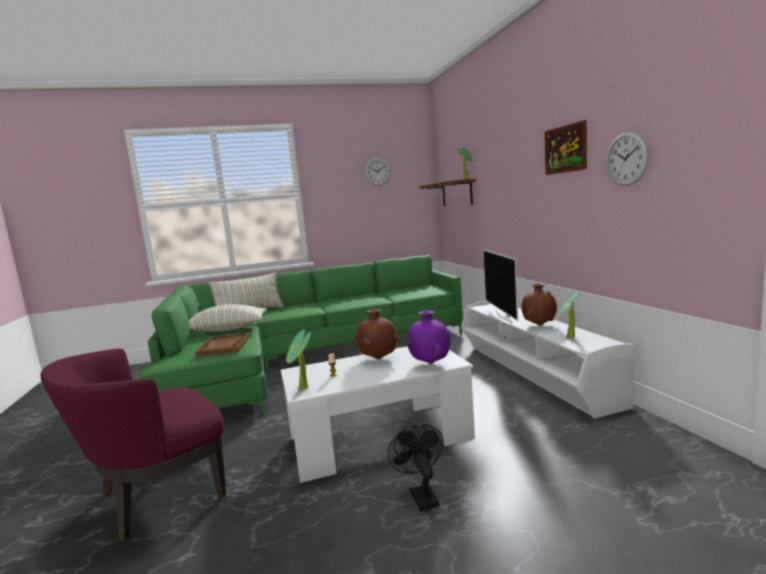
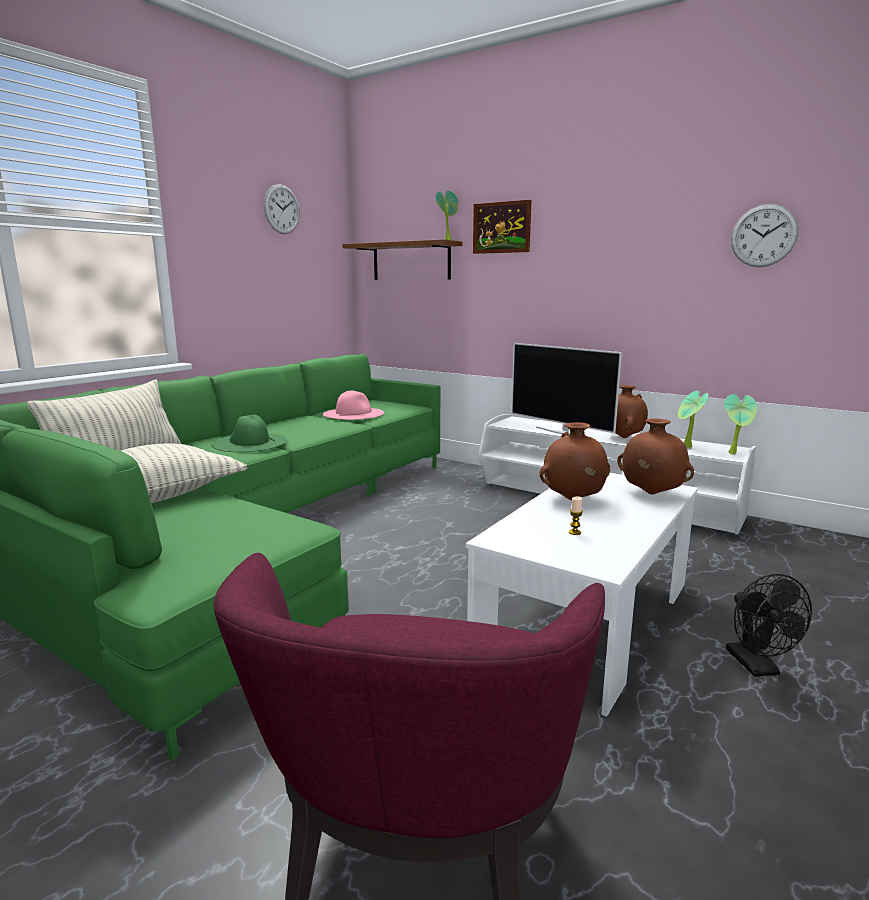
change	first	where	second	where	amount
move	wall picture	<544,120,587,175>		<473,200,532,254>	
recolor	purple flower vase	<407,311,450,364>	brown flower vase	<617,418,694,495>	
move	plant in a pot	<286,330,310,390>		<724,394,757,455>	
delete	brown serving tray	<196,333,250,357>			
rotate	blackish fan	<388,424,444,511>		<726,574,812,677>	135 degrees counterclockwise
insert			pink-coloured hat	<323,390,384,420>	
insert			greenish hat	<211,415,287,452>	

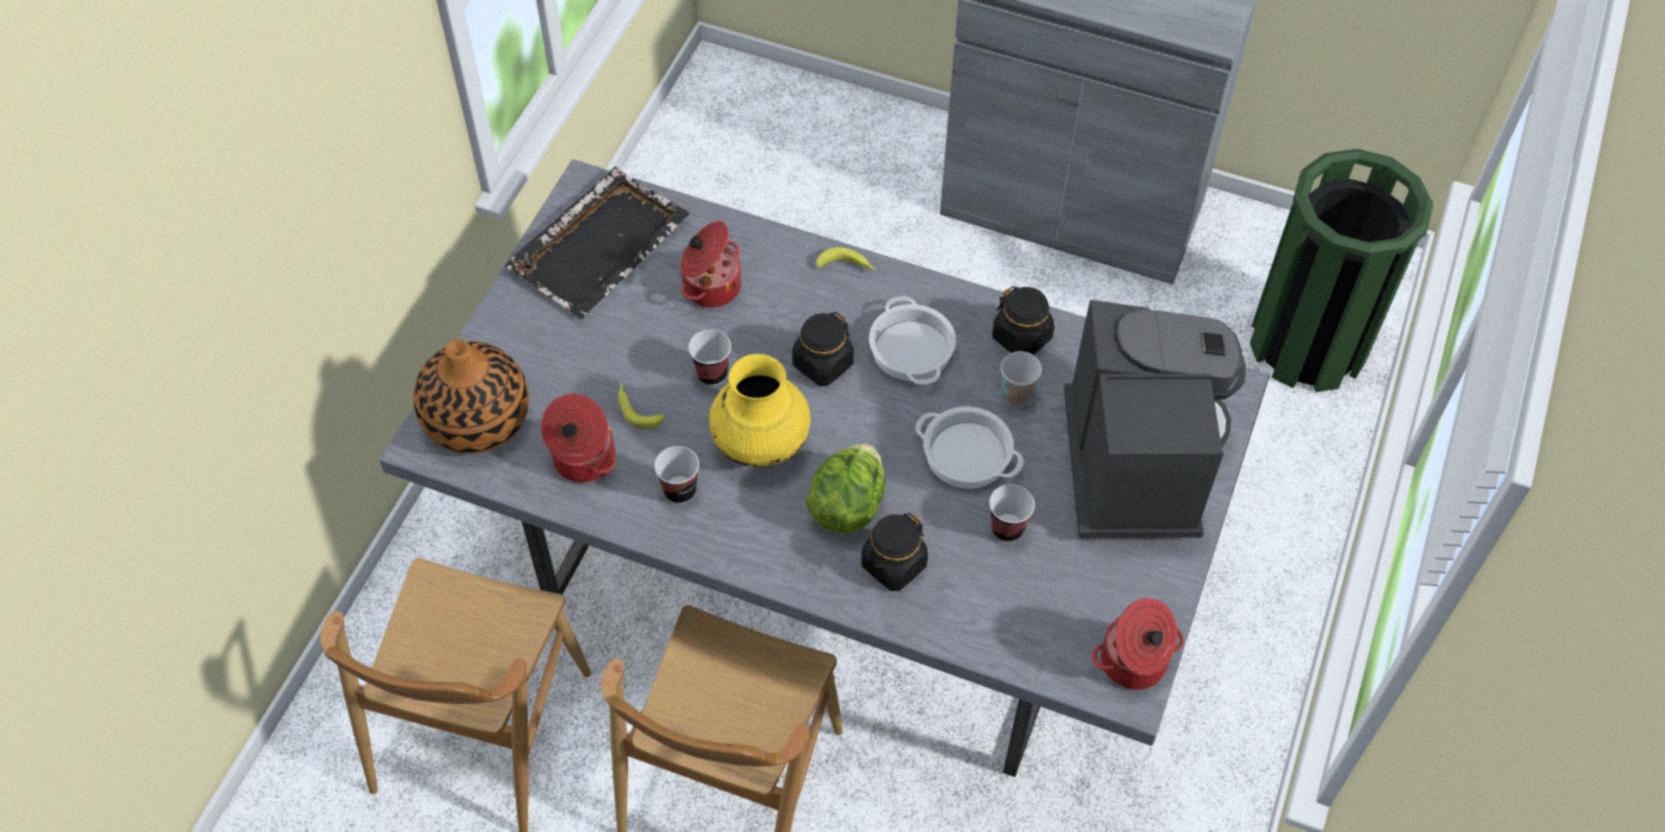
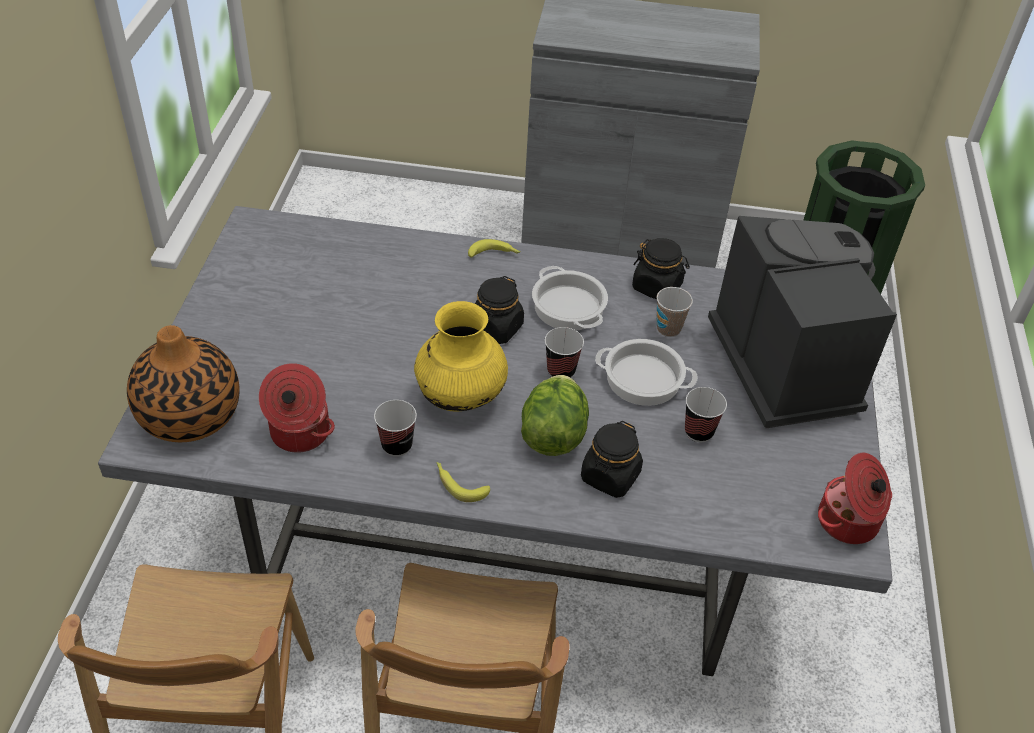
change	first	where	second	where	amount
delete	blackish serving tray	<505,167,690,319>			
delete	stockpot	<681,221,741,308>			
move	cup	<689,330,731,386>		<545,327,584,378>	
move	banana	<619,383,664,429>		<436,462,490,502>	

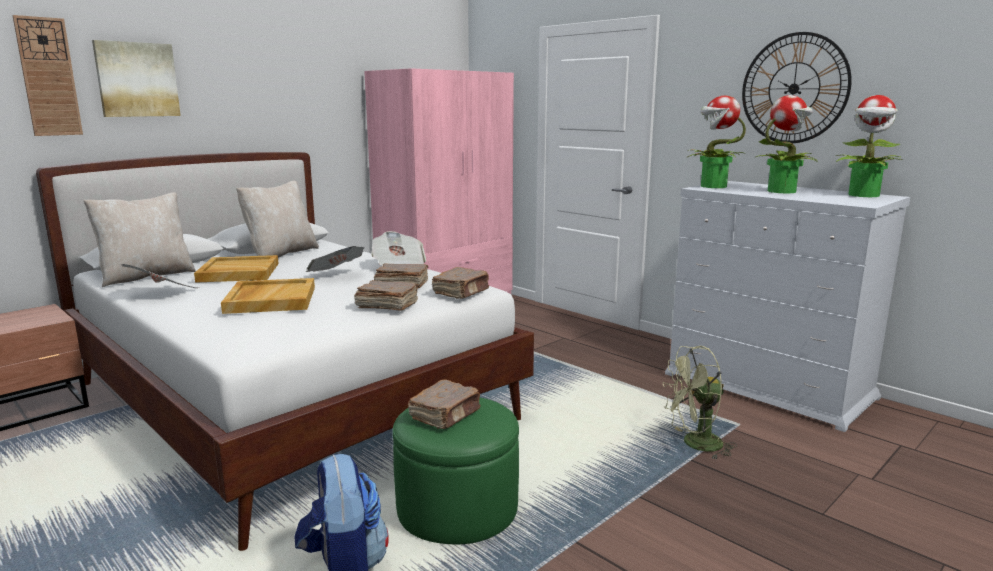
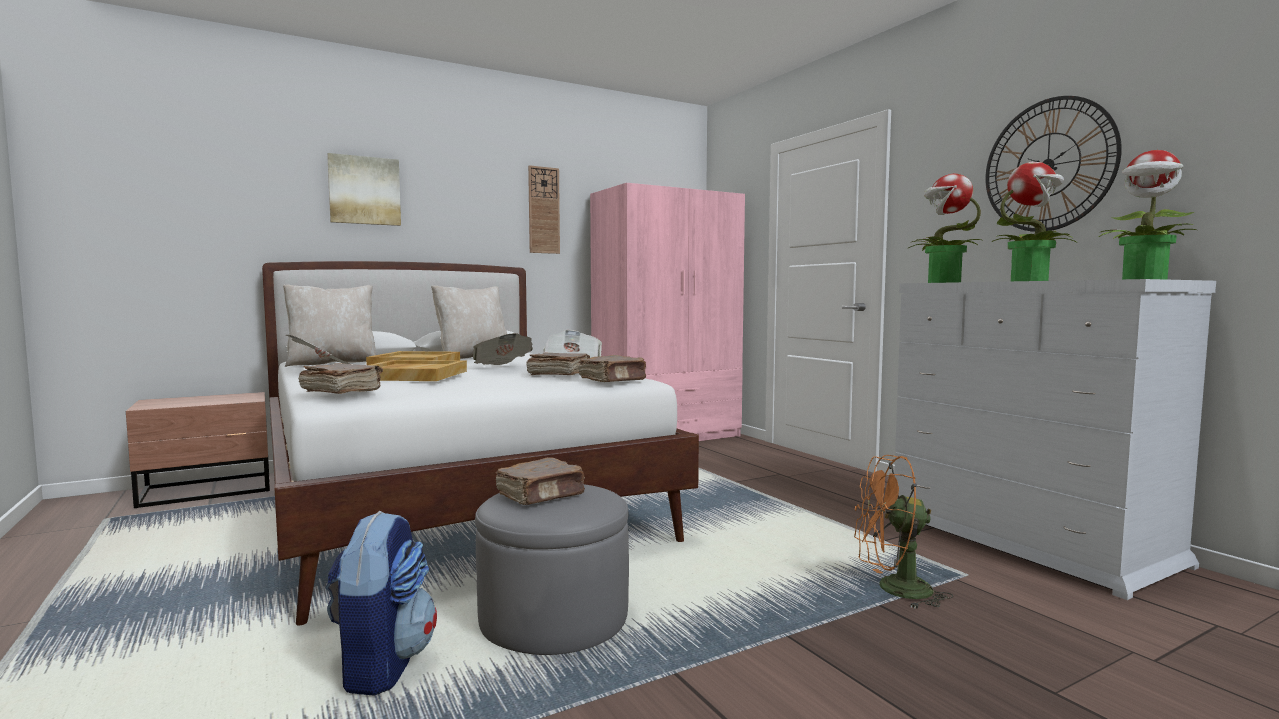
change	first	where	second	where	amount
move	wall clock	<12,15,83,136>		<528,165,560,254>	
move	brown bound book	<354,280,419,311>		<298,363,383,394>	
recolor	greenish fan	<663,346,737,460>	orange-coloured fan	<854,455,953,609>	
recolor	greenish pouffe	<392,398,519,544>	gray pouffe	<475,484,629,655>	

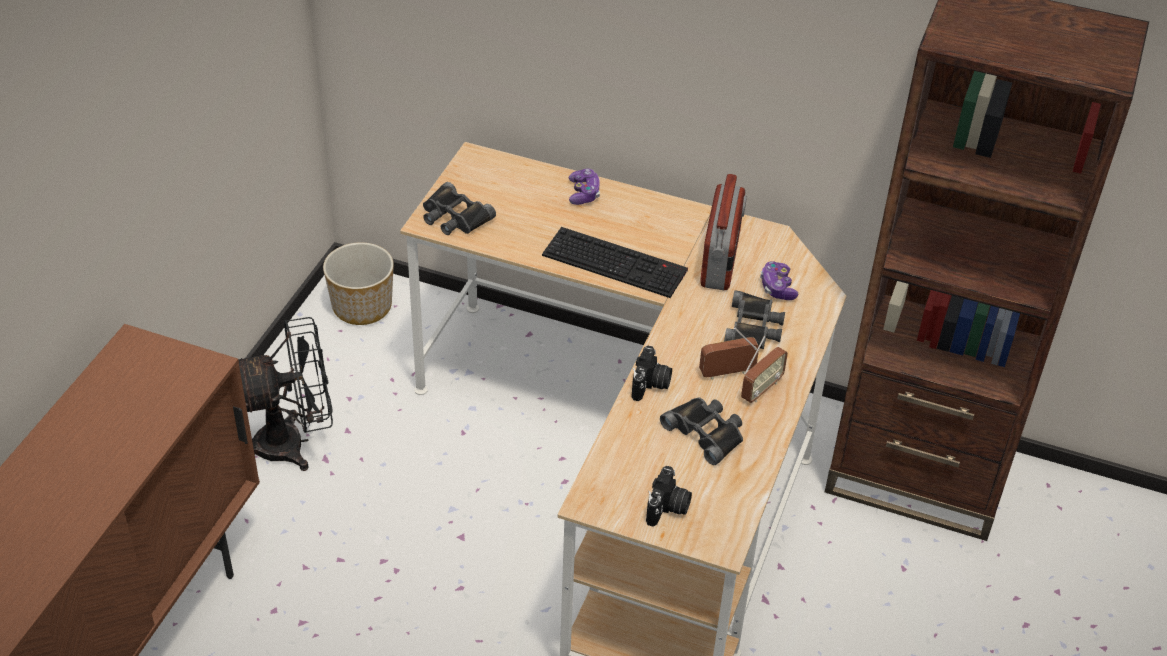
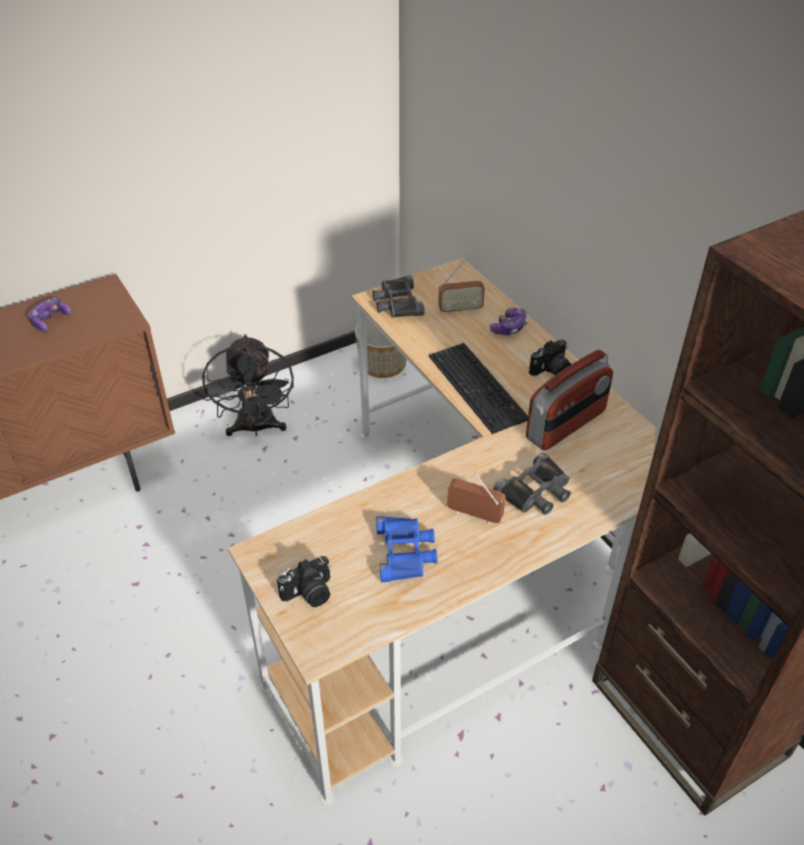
change	first	where	second	where	amount
move	joypad	<760,261,798,300>		<28,298,71,331>	
rotate	blackish fan	<239,317,333,471>		<202,334,294,436>	60 degrees clockwise
move	radio set	<741,336,788,403>		<438,262,485,314>	
move	photo camera	<632,346,672,401>		<529,339,571,376>	
recolor	blackish field glasses	<660,397,743,465>	blue field glasses	<376,516,437,582>	

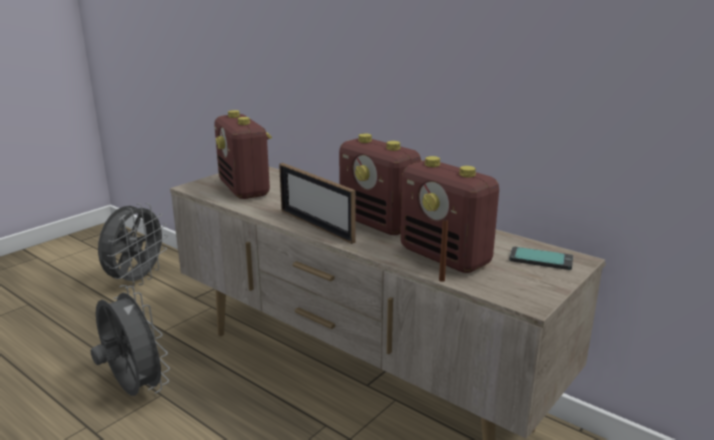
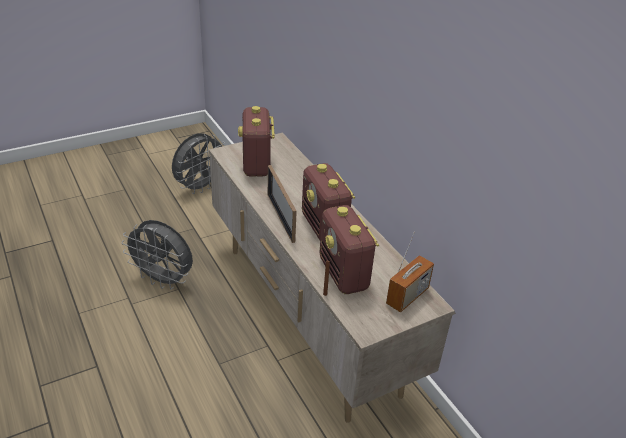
change	first	where	second	where	amount
replace	telephone	<509,247,573,270>	radio set	<386,231,434,313>	
rotate	gray fan	<91,285,170,396>		<121,220,193,290>	135 degrees clockwise

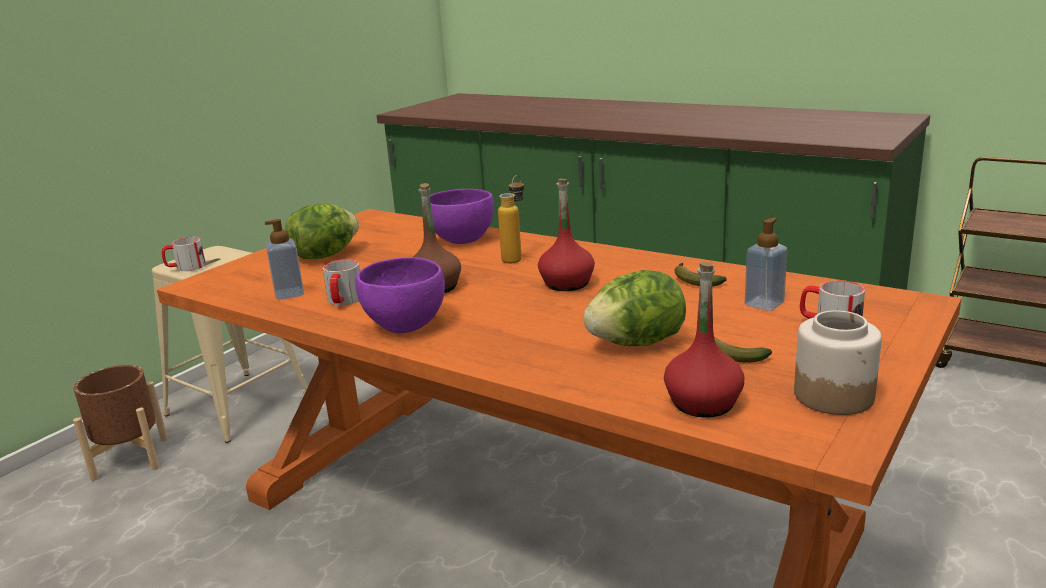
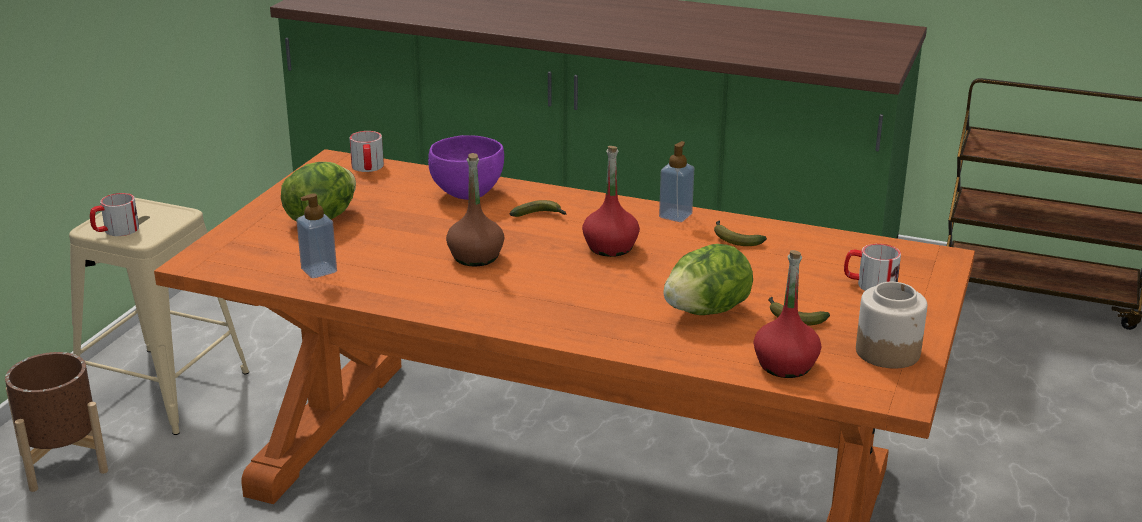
change	first	where	second	where	amount
replace	beverage bottle	<498,175,524,264>	banana	<510,200,567,217>	
move	liquid soap bottle	<745,218,788,311>		<659,141,694,222>	
delete	purple deep dish	<355,257,445,333>			
move	tea mug	<323,259,360,305>		<349,131,384,172>	

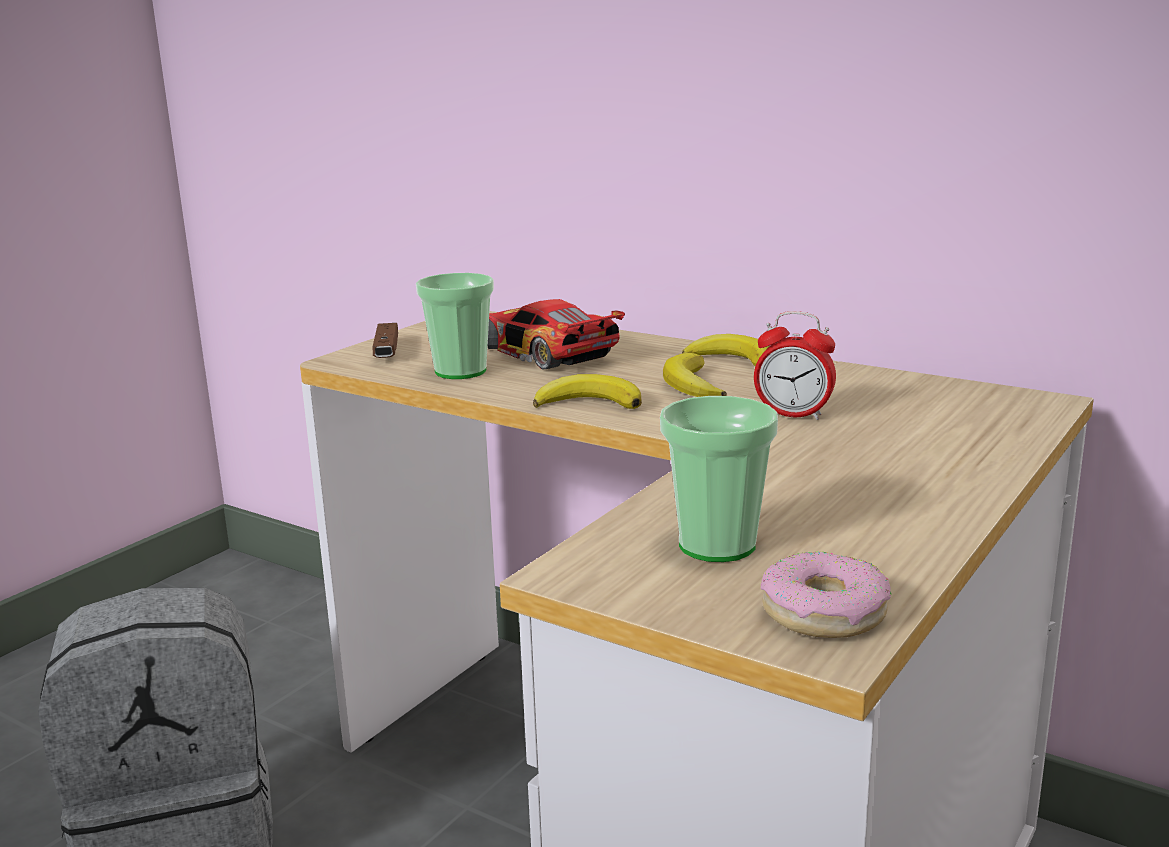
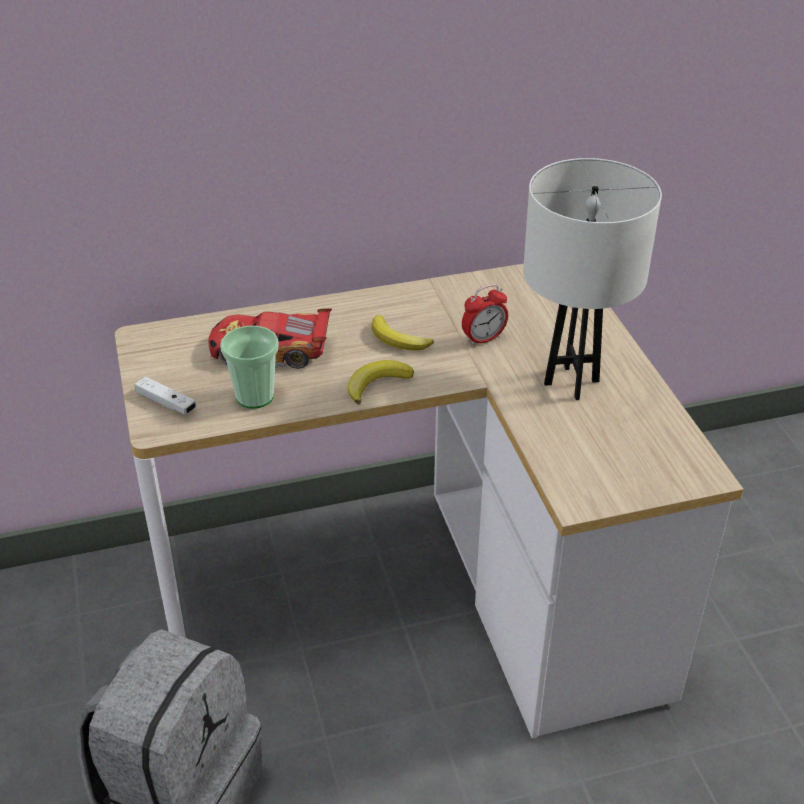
change	first	where	second	where	amount
recolor	brown joypad	<372,323,398,358>	whitish joypad	<134,376,196,415>	
delete	banana	<682,334,769,366>			
delete	cup	<660,396,778,562>			
delete	doughnut	<761,552,891,638>			
insert			whitish table lamp	<523,158,662,400>	

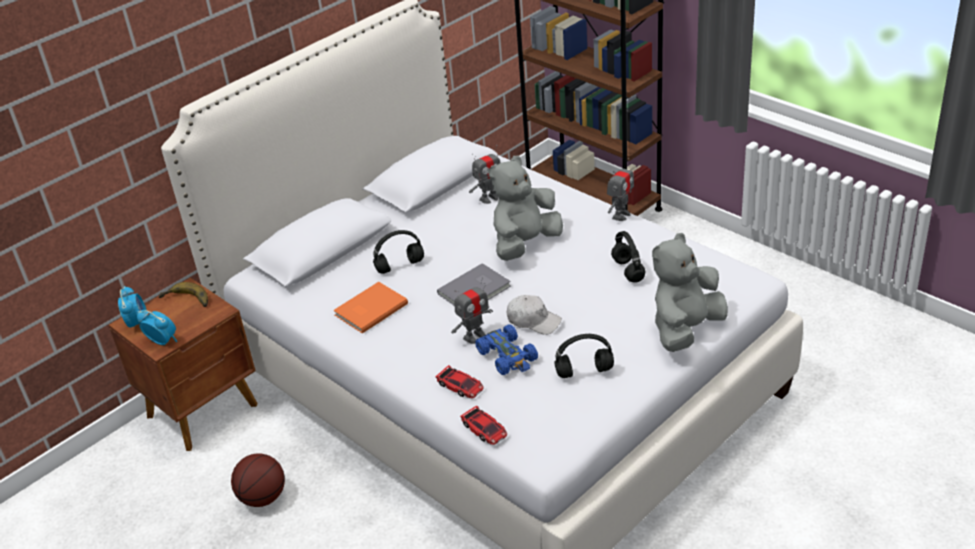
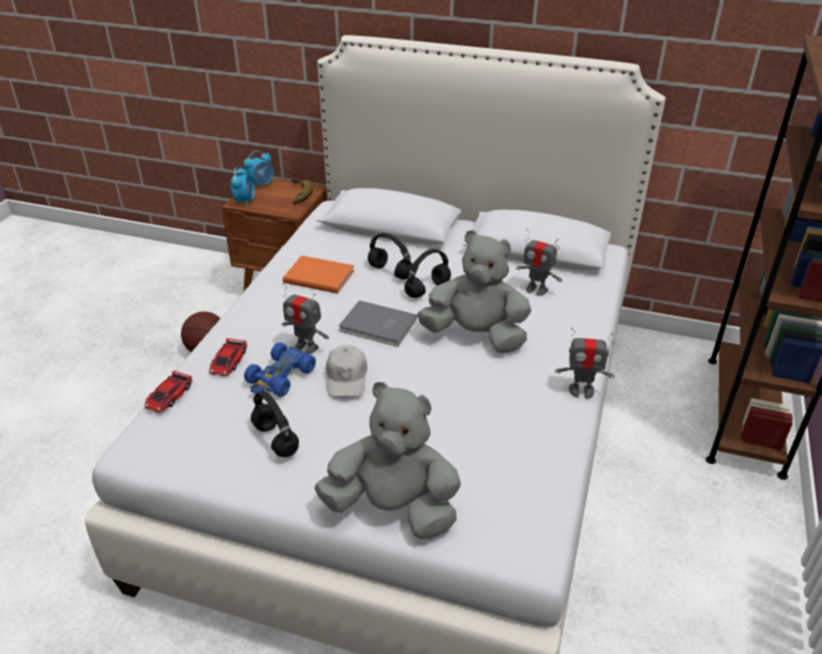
change	first	where	second	where	amount
move	blackish headset	<611,231,645,283>		<404,249,451,298>	

